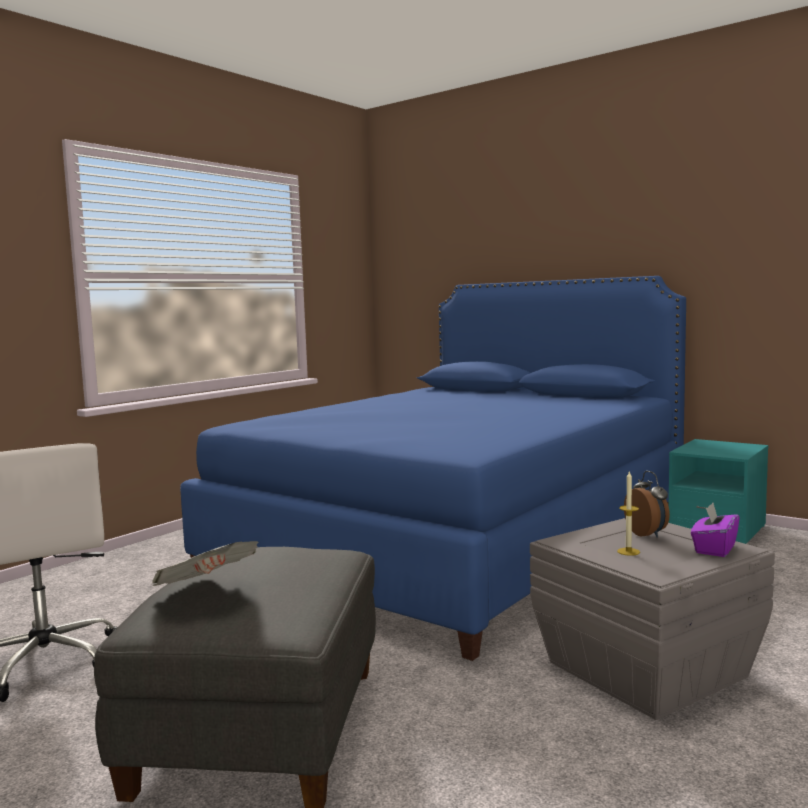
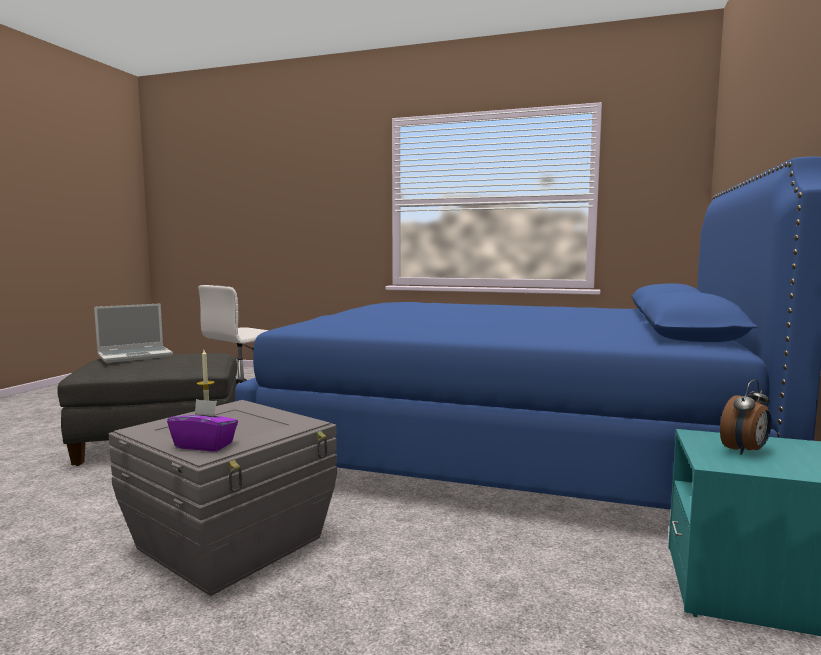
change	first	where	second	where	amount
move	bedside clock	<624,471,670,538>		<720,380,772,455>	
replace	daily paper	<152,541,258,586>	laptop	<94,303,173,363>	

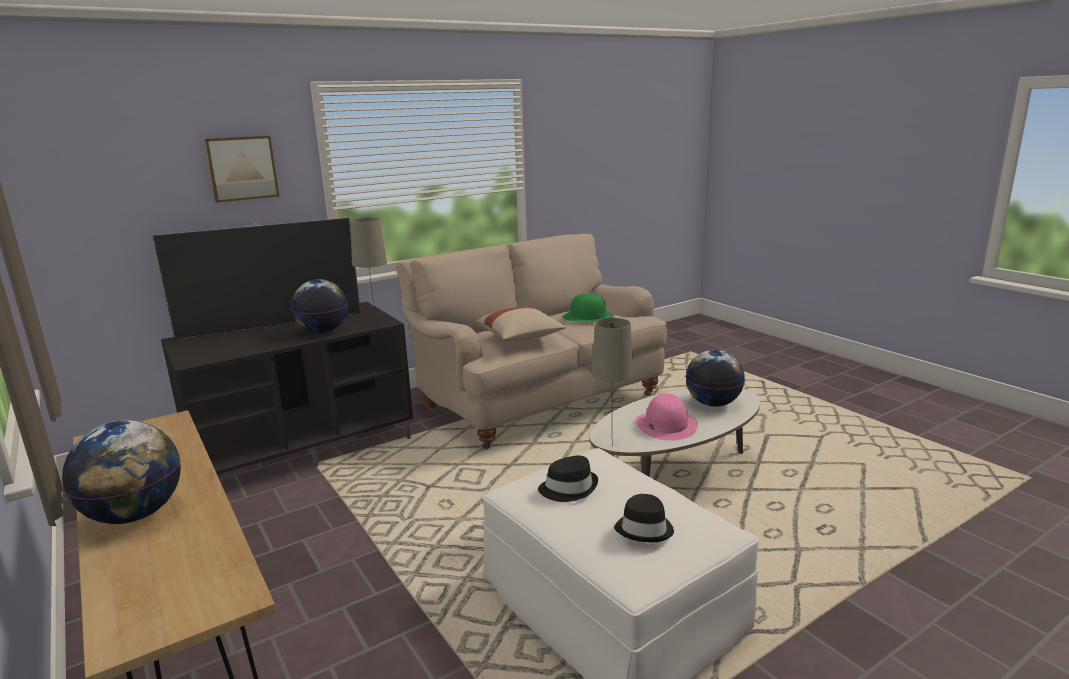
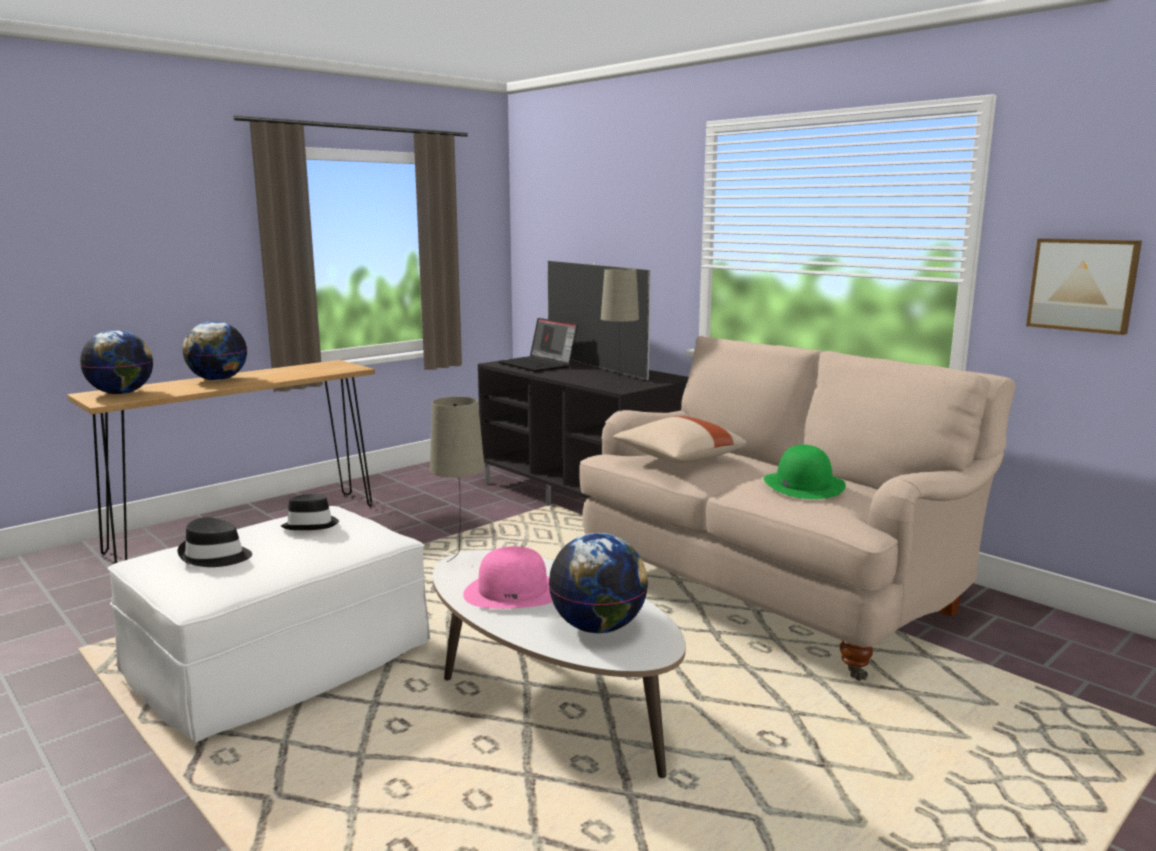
change	first	where	second	where	amount
move	wall picture	<204,135,279,202>		<1026,238,1142,335>	
move	desk globe	<291,279,348,333>		<80,330,153,394>	
insert			laptop	<498,318,578,372>	

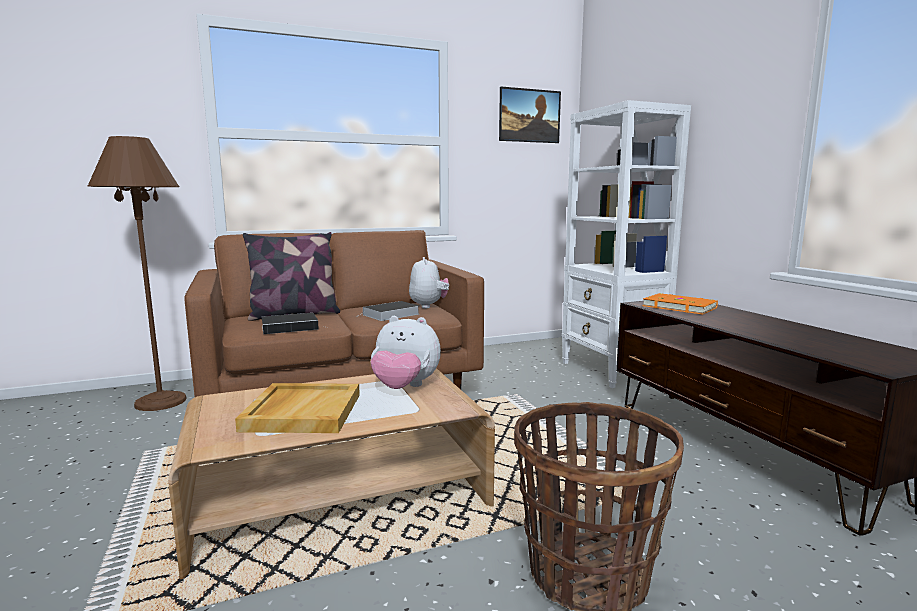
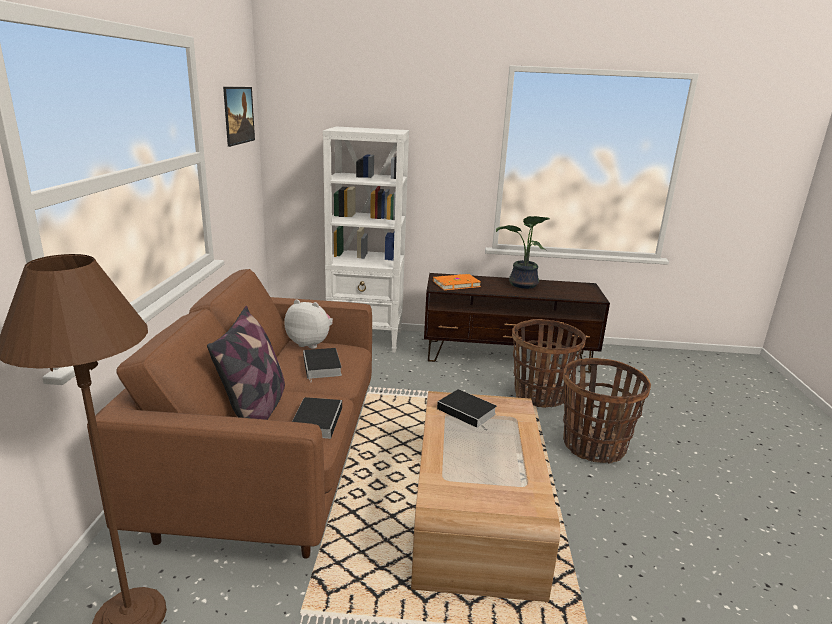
change	first	where	second	where	amount
replace	cuddly toy	<371,316,441,389>	bound book	<437,389,497,430>	
delete	beige serving tray	<235,383,360,433>			
insert			plant in a pot	<496,216,550,289>	
insert			storage basket	<512,319,586,408>	

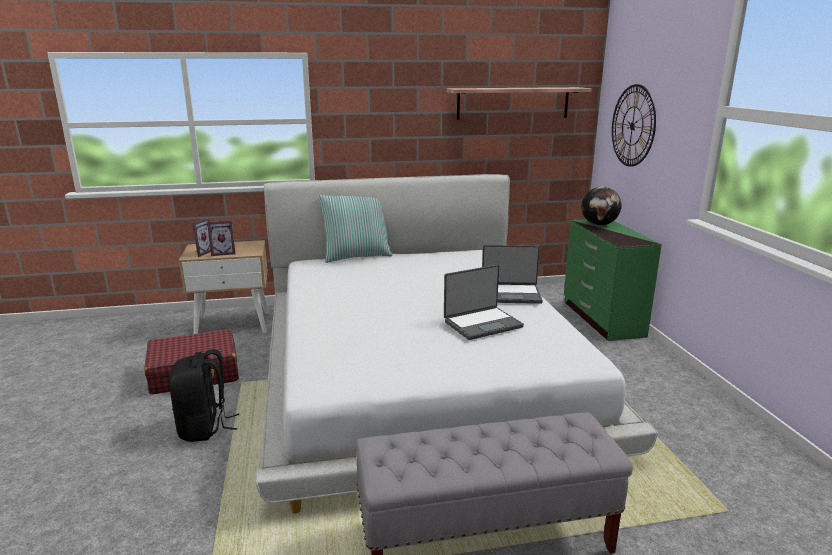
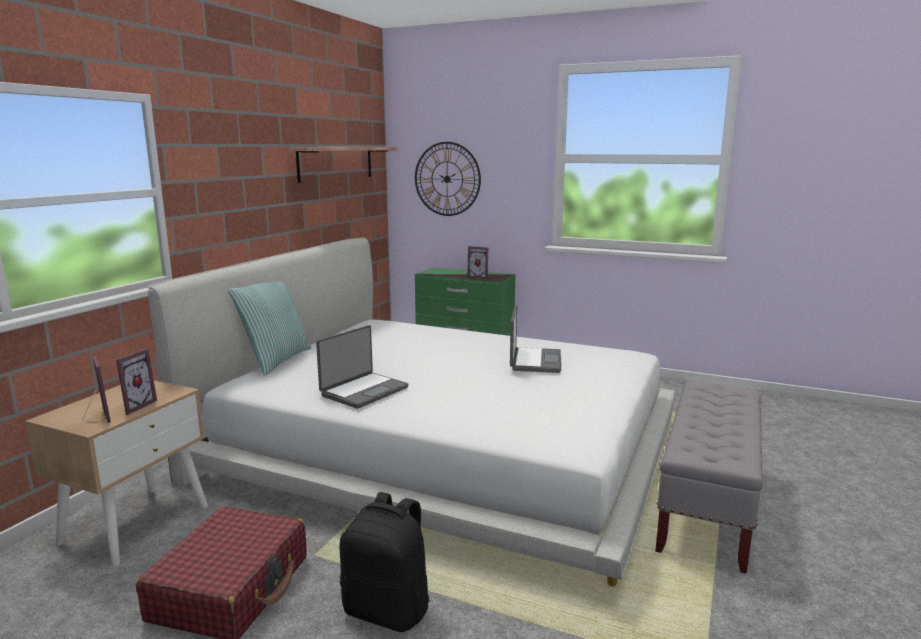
change	first	where	second	where	amount
delete	desk globe	<581,187,622,226>			
move	laptop	<482,245,543,304>		<316,325,409,409>	
insert			photo frame	<467,246,488,280>	

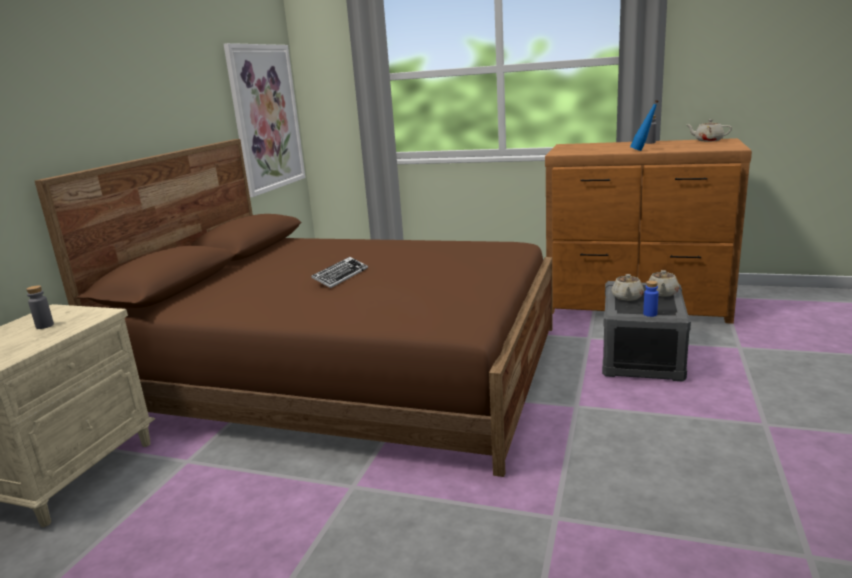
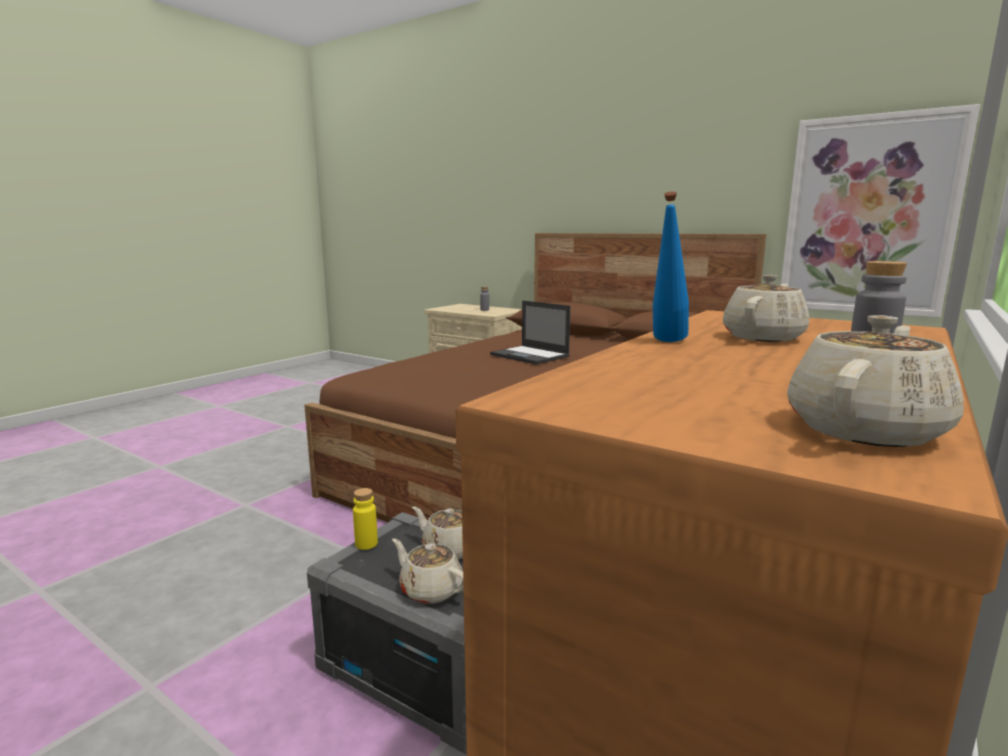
change	first	where	second	where	amount
replace	computer keyboard	<311,257,368,288>	laptop	<490,301,570,365>	
recolor	blue beverage bottle	<643,281,659,317>	yellow beverage bottle	<353,488,378,550>	
insert			beige teapot	<723,275,809,342>	

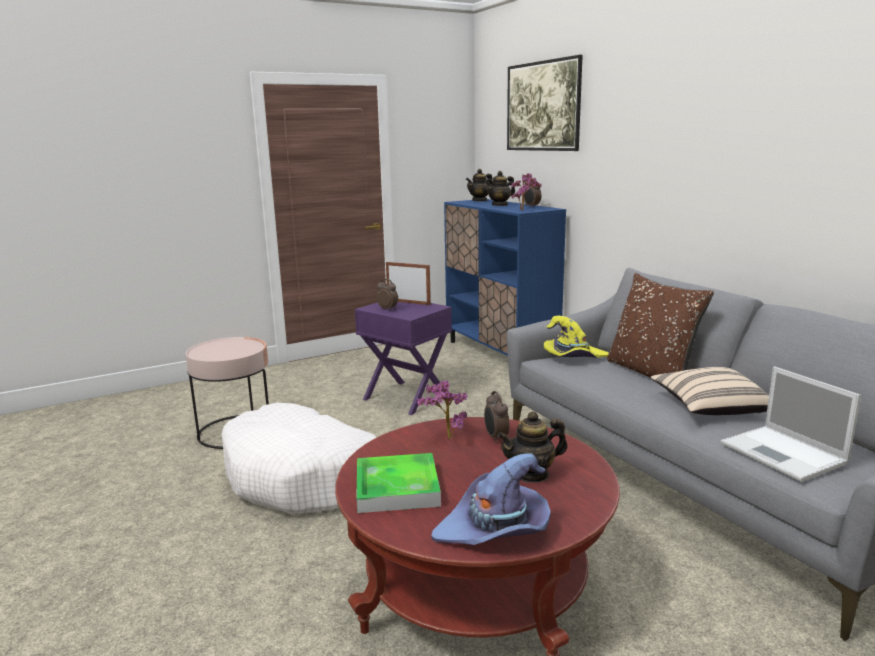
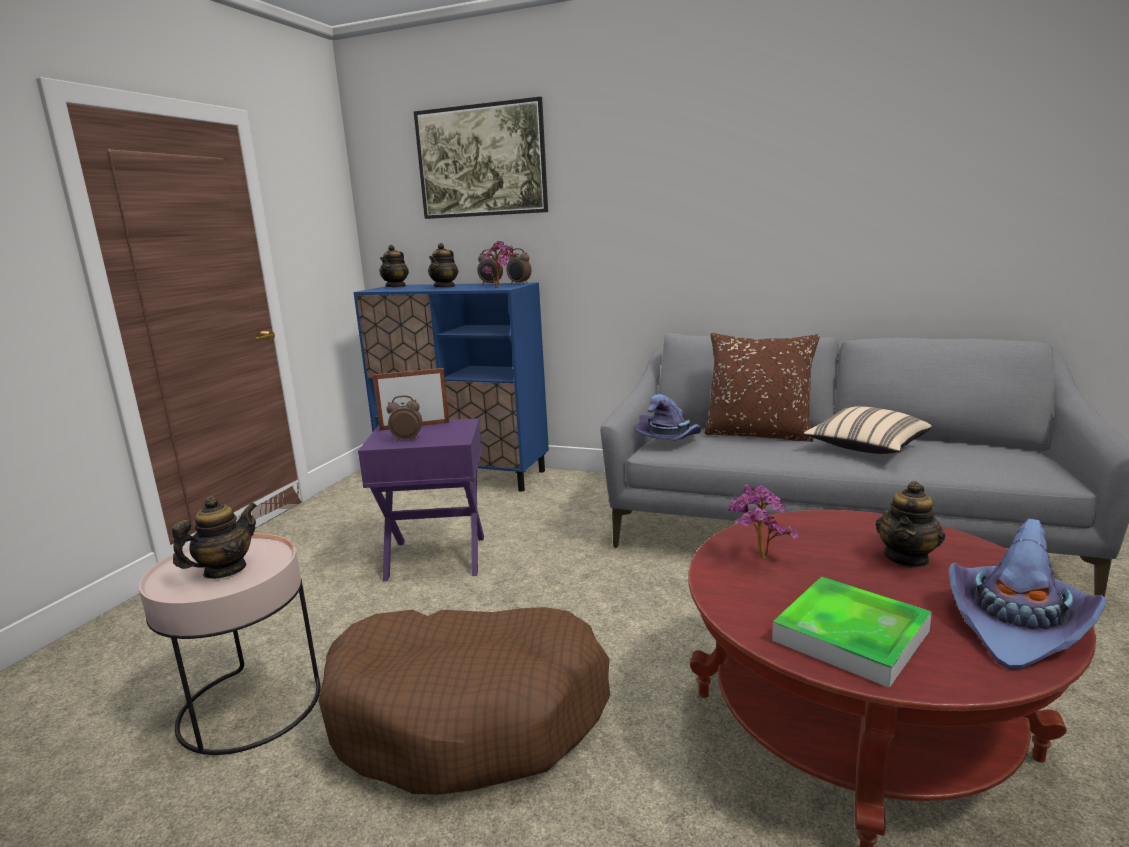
change	first	where	second	where	amount
recolor	yellow hat	<544,316,609,358>	purple hat	<636,394,701,440>	
delete	laptop	<721,366,861,482>			
move	bedside clock	<484,391,509,443>		<506,248,531,284>	
recolor	whitish pet bed	<222,403,377,514>	brown pet bed	<319,607,610,795>	
insert			teapot	<172,496,257,579>	

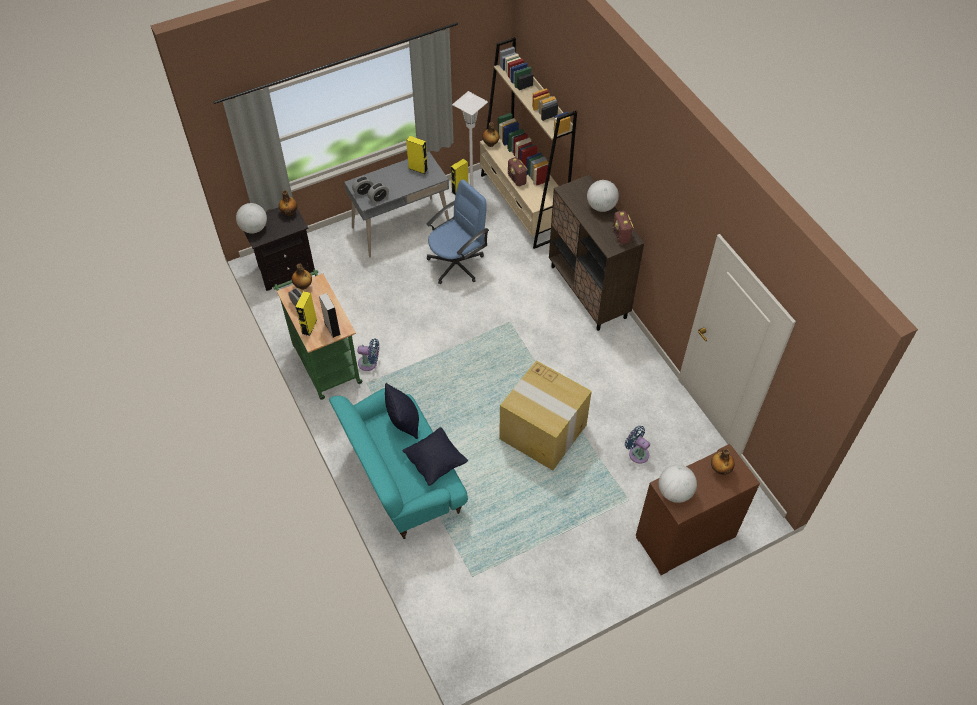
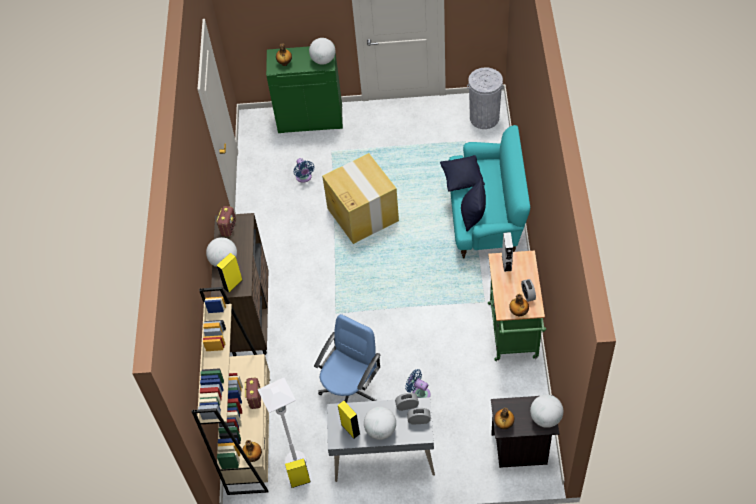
change	first	where	second	where	amount
rotate	blue computer chair	<427,179,489,284>		<314,314,380,403>	135 degrees clockwise
move	yellow loudspeaker	<295,291,317,336>		<216,253,242,293>	
move	blue fan	<358,338,379,371>		<405,369,431,398>	
recolor	brown cabinet	<636,444,760,575>	greenish cabinet	<266,45,343,133>	
insert			gray waste bin	<467,67,504,129>	
insert			desk globe	<364,407,396,440>	

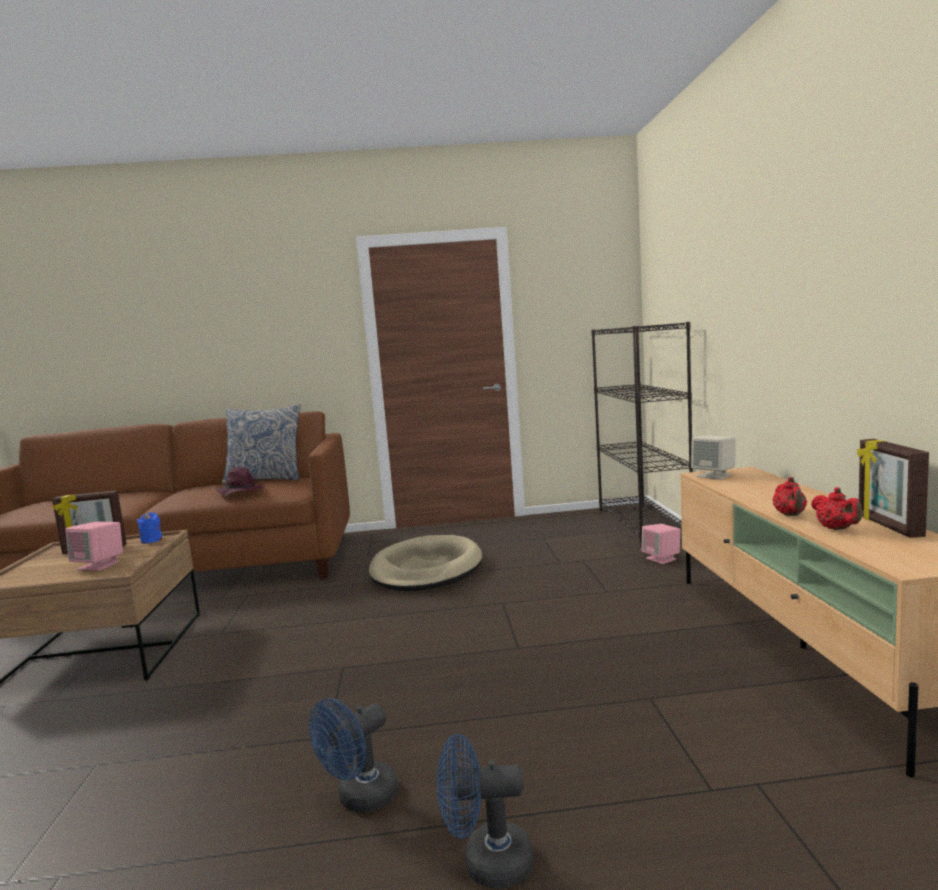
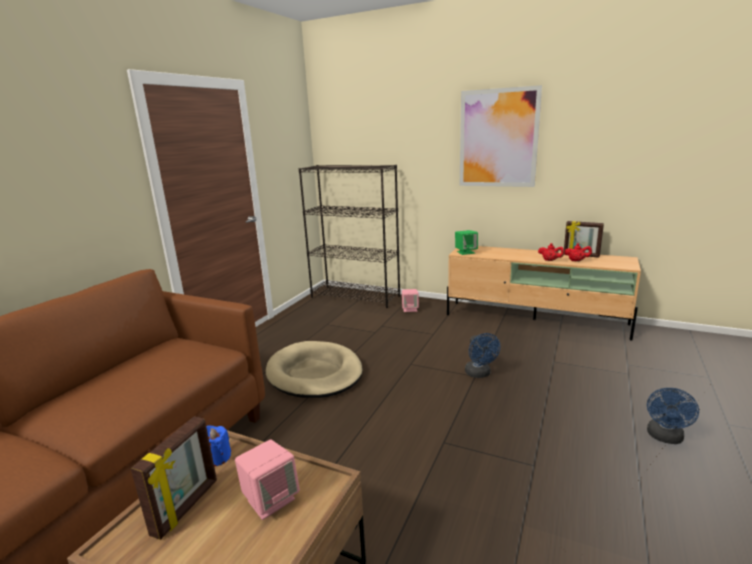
change	first	where	second	where	amount
delete	pillow	<222,404,301,484>			
recolor	beige loudspeaker	<691,436,736,479>	greenish loudspeaker	<455,230,478,255>	
delete	purple hat	<215,467,265,495>			
move	blue fan	<309,698,399,813>		<465,333,500,378>	
insert			wall picture	<460,85,542,187>	

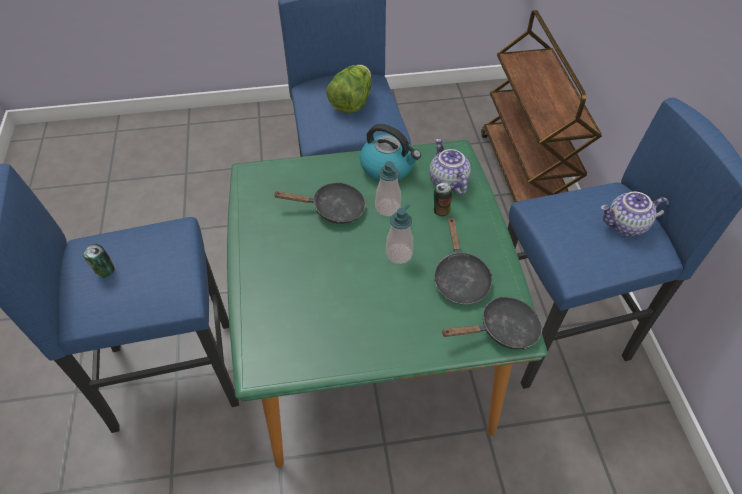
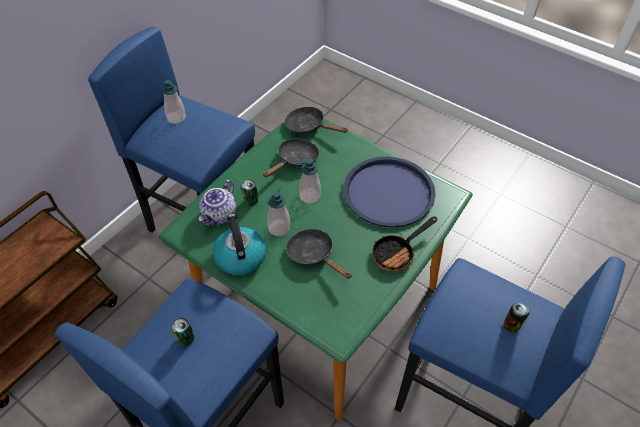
change	first	where	second	where	amount
replace	lettuce	<326,65,372,113>	metal can	<171,318,194,346>	
replace	teapot	<601,192,669,236>	liquid soap bottle	<162,80,186,124>	
insert			blue serving tray	<343,156,436,228>	
insert			frying pan	<373,217,437,271>	

